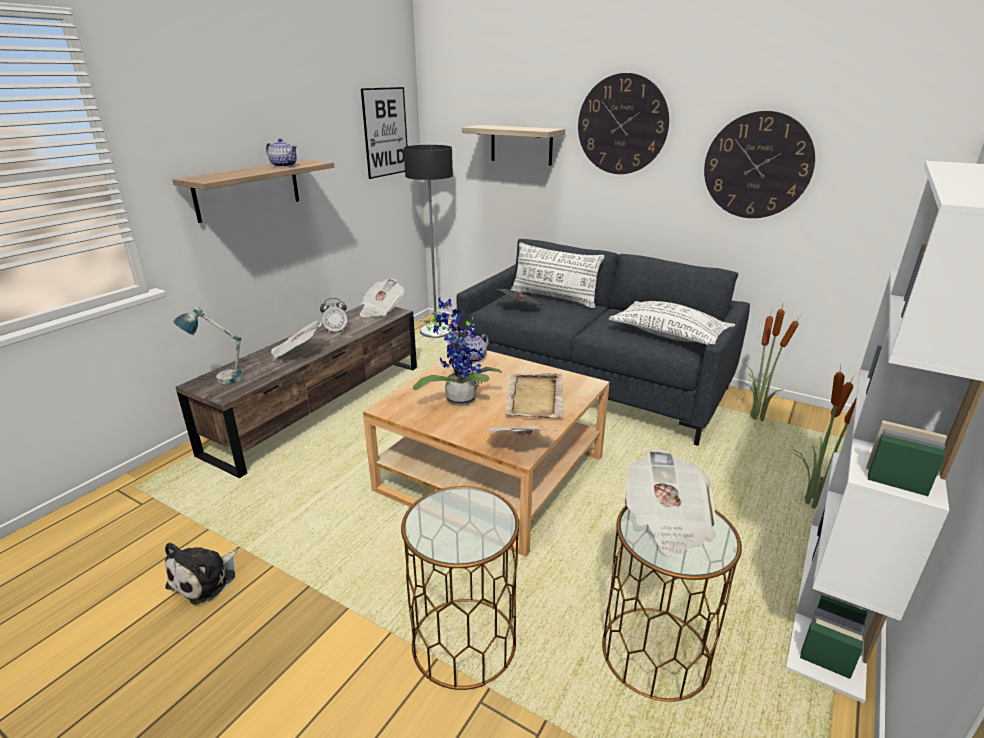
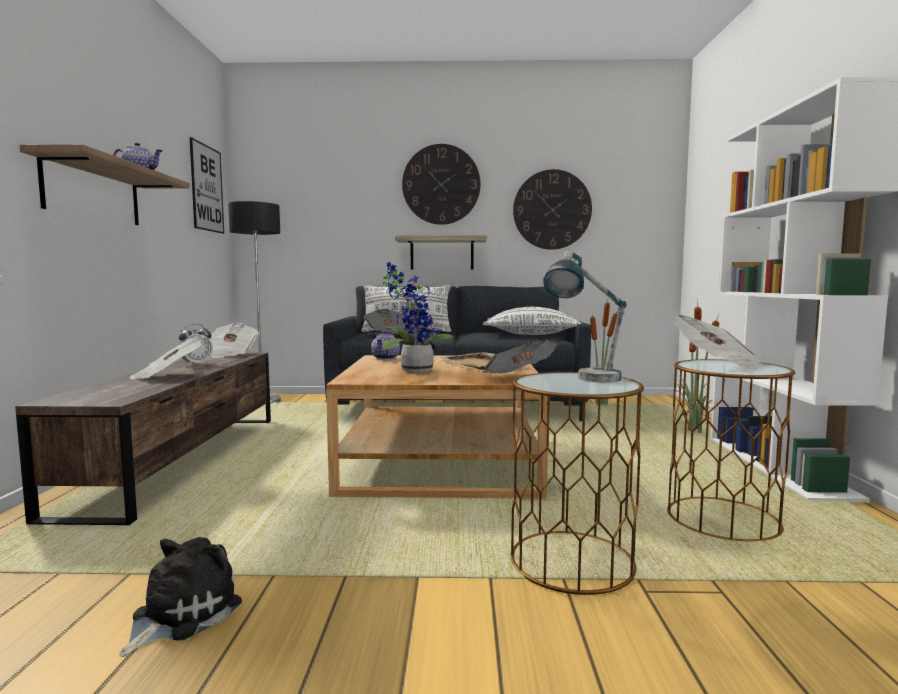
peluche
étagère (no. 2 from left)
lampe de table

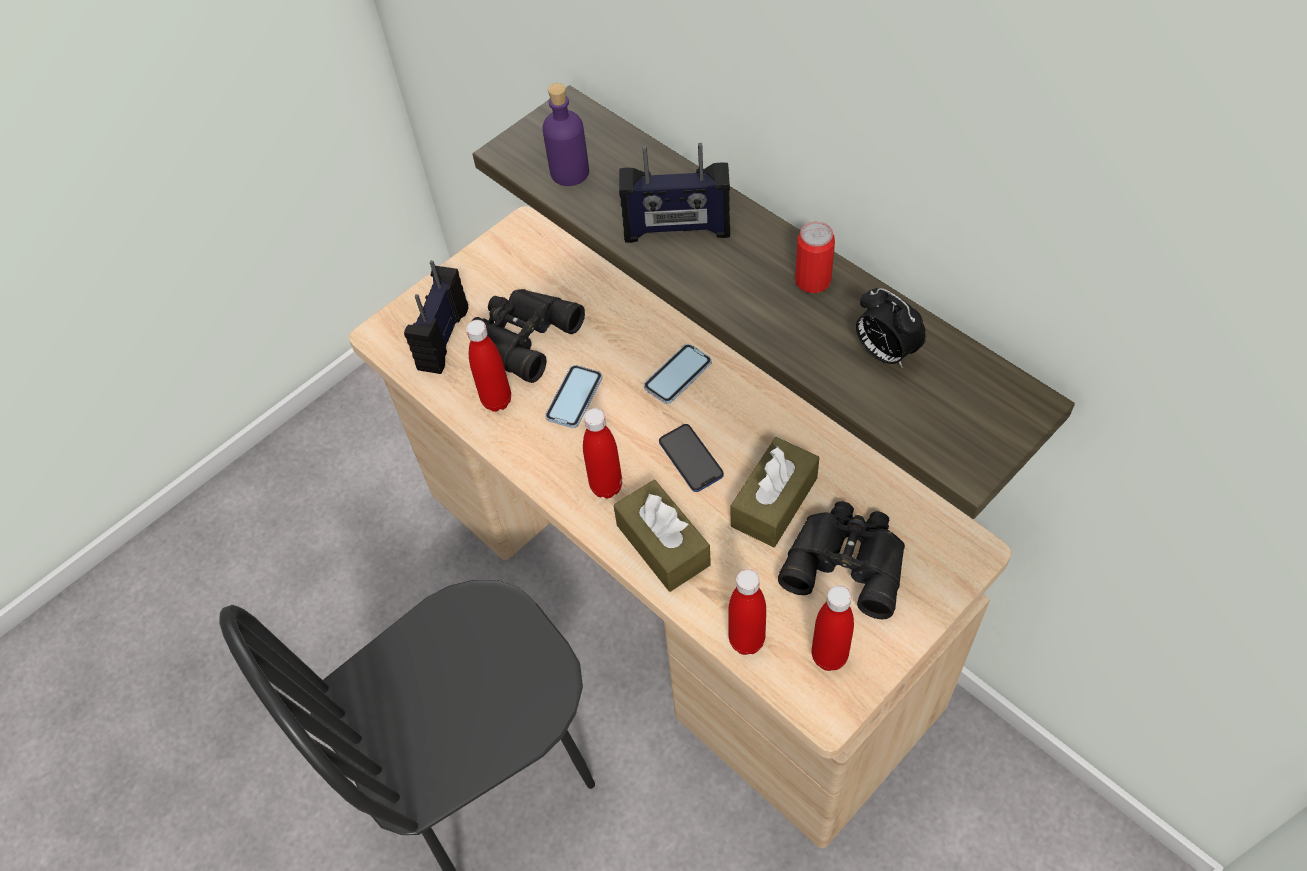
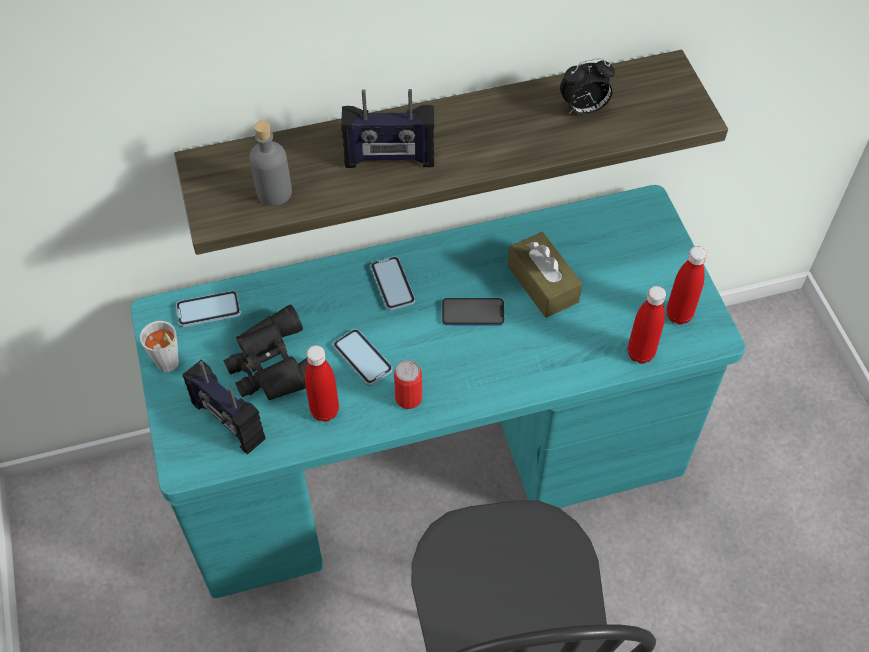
bureau/turquoise
tasse/gris
téléphone (no. 1 from left)
bouteille/gris
radio (no. 2 from left)
boîte métallique
bouteille/rouge (no. 2 from left in the first image)
boîte à mouchoirs/marron (no. 1 from left in the first image)
jumelles/noir (no. 2 from left in the first image)

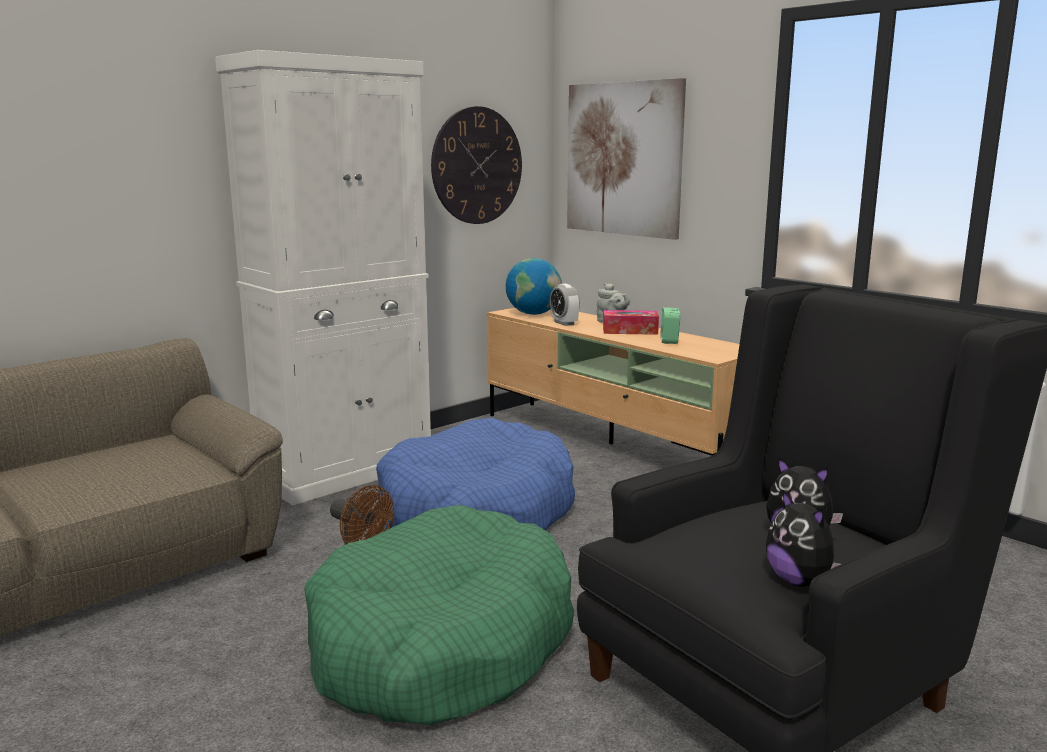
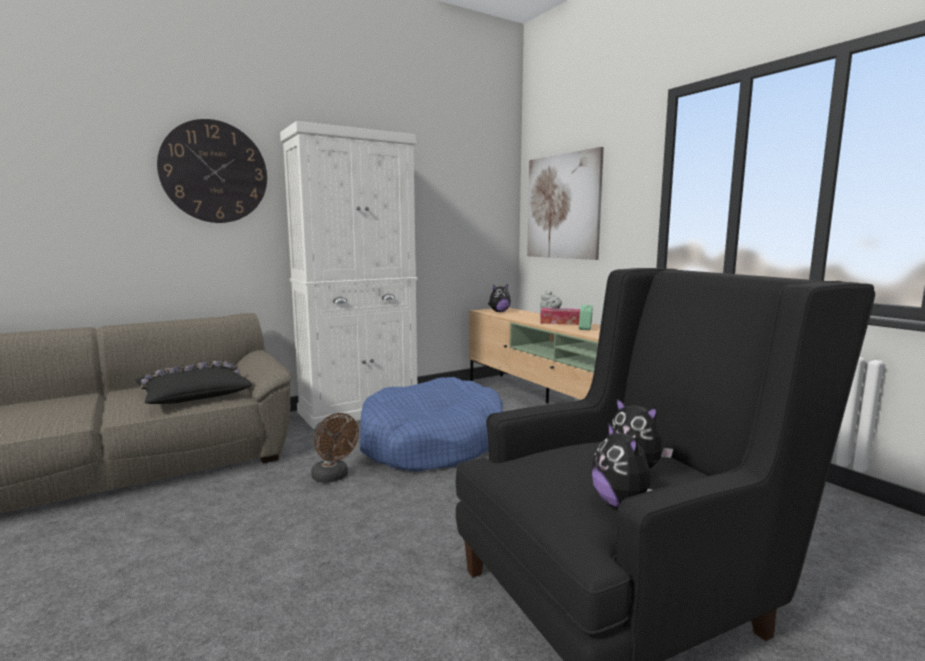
coussin/noir
horloge murale
peluche (no. 1 from left)
panier pour chien/vert
réveil (no. 1 from left in the first image)

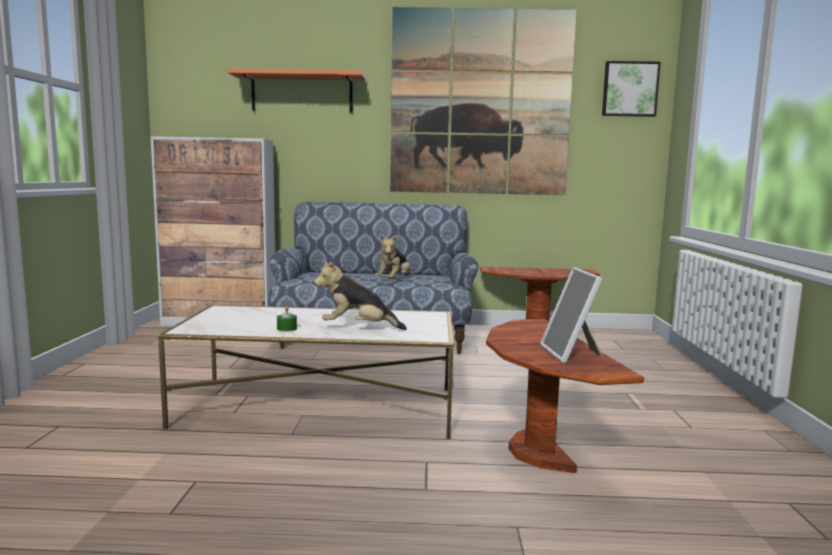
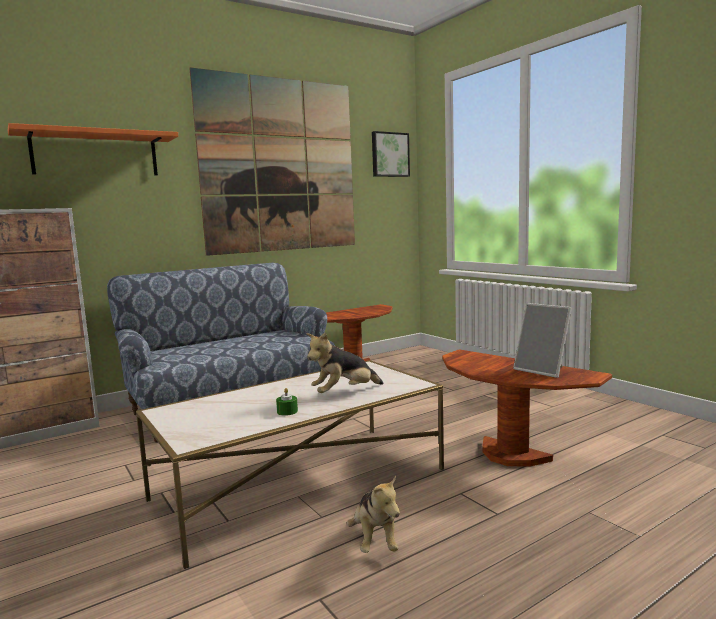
peluche (no. 2 from left)

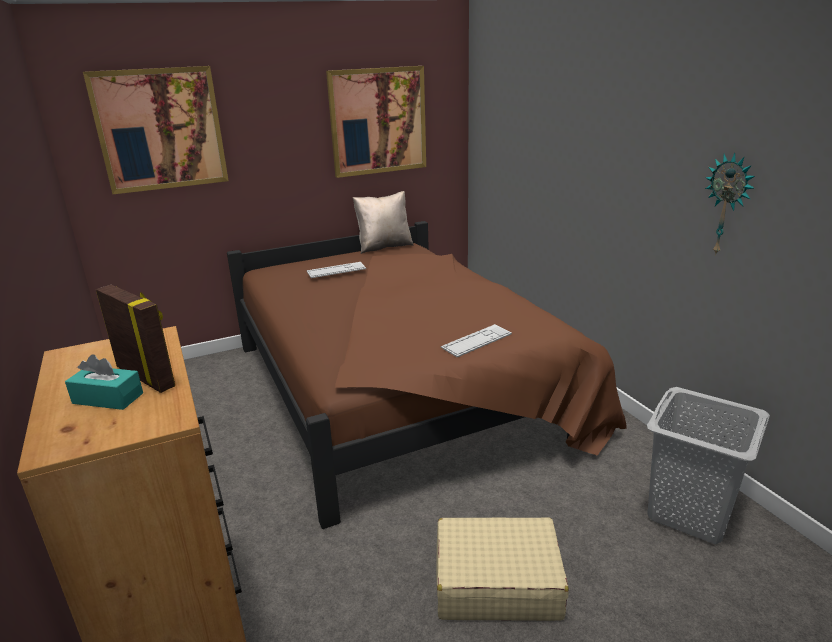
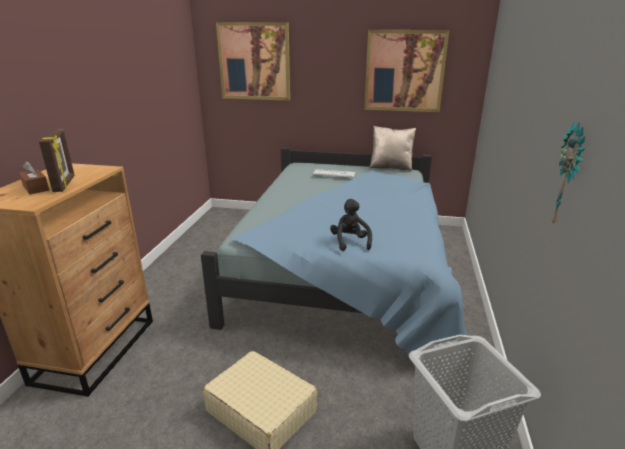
boîte à mouchoirs/marron
lit/bleu
peluche/noir

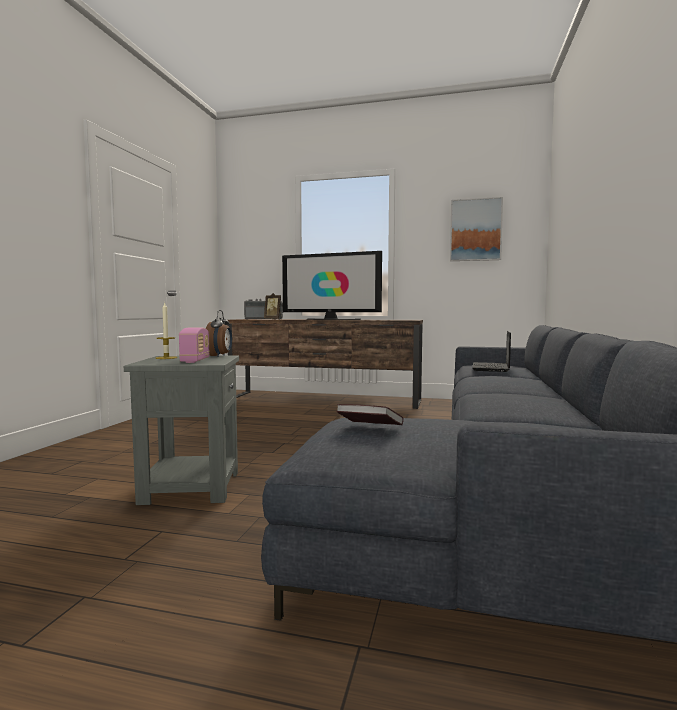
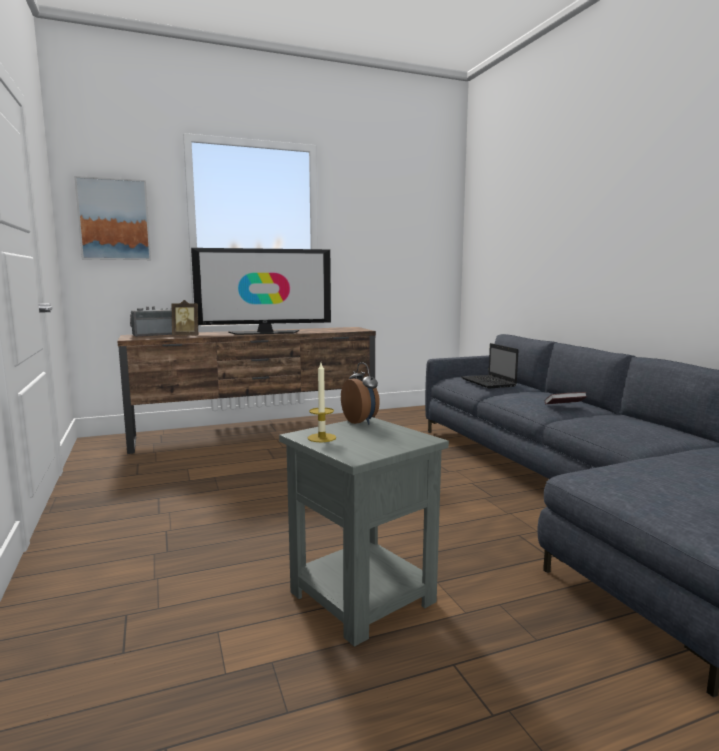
tableau
livre
radio (no. 1 from left in the first image)

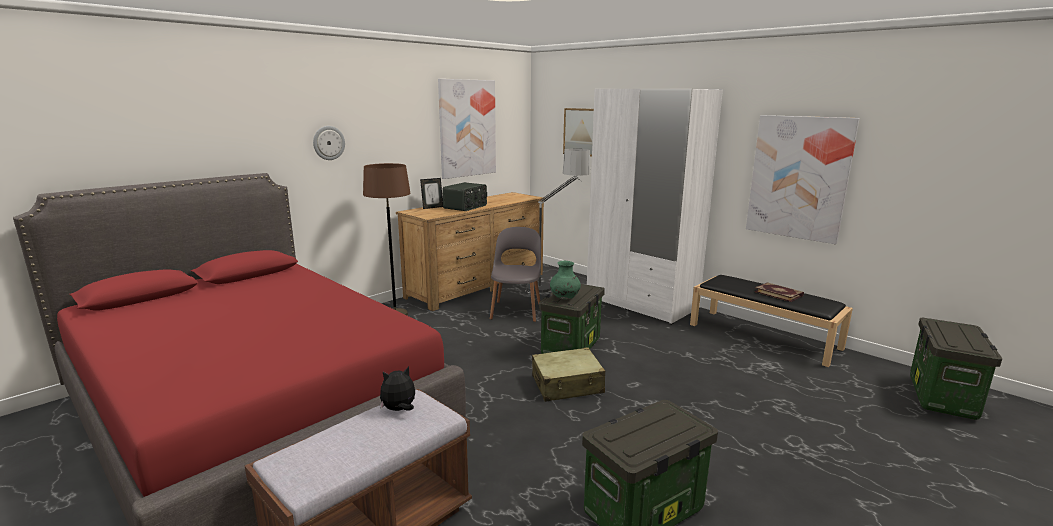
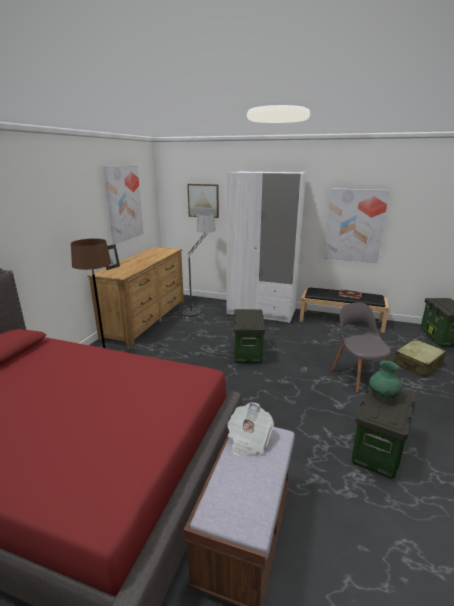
journal
chaise/gris
vase/vert
valise/beige
horloge murale
radio

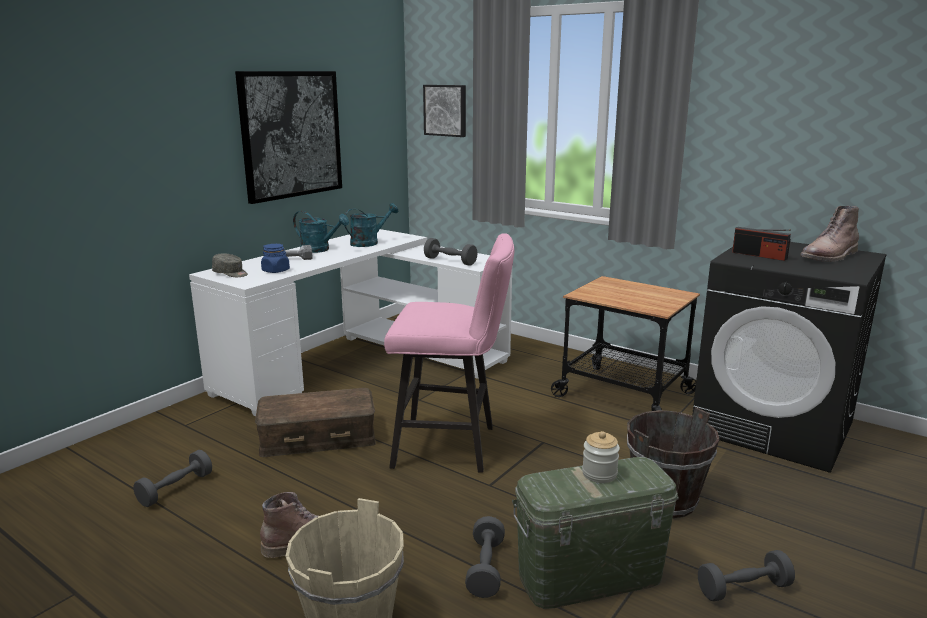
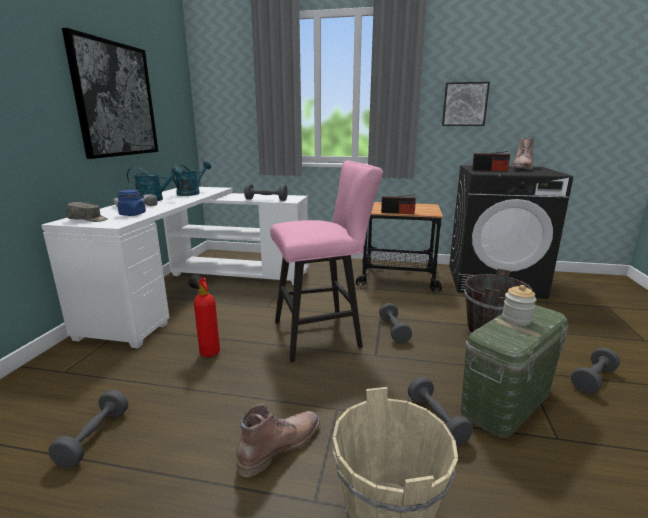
extincteur
haltère/gris (no. 3 from left)
radio (no. 1 from left)
tableau (no. 2 from left)

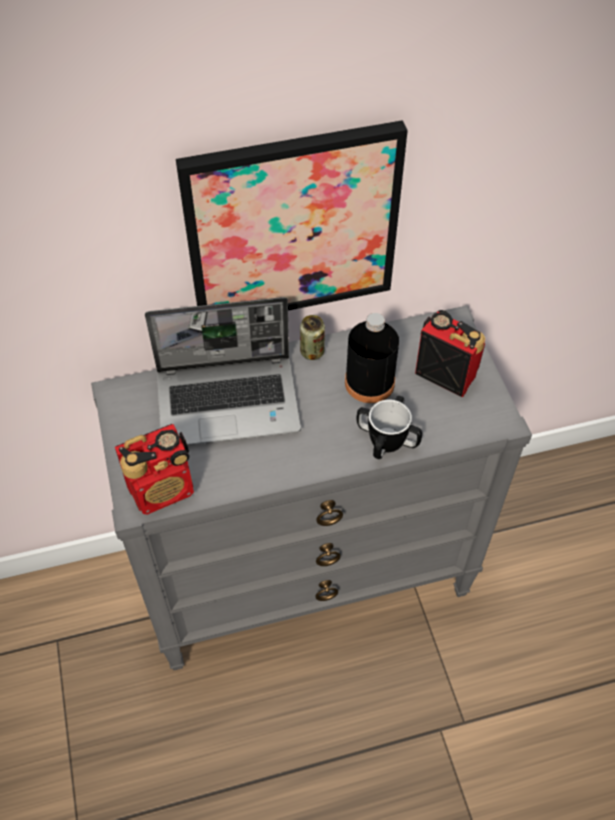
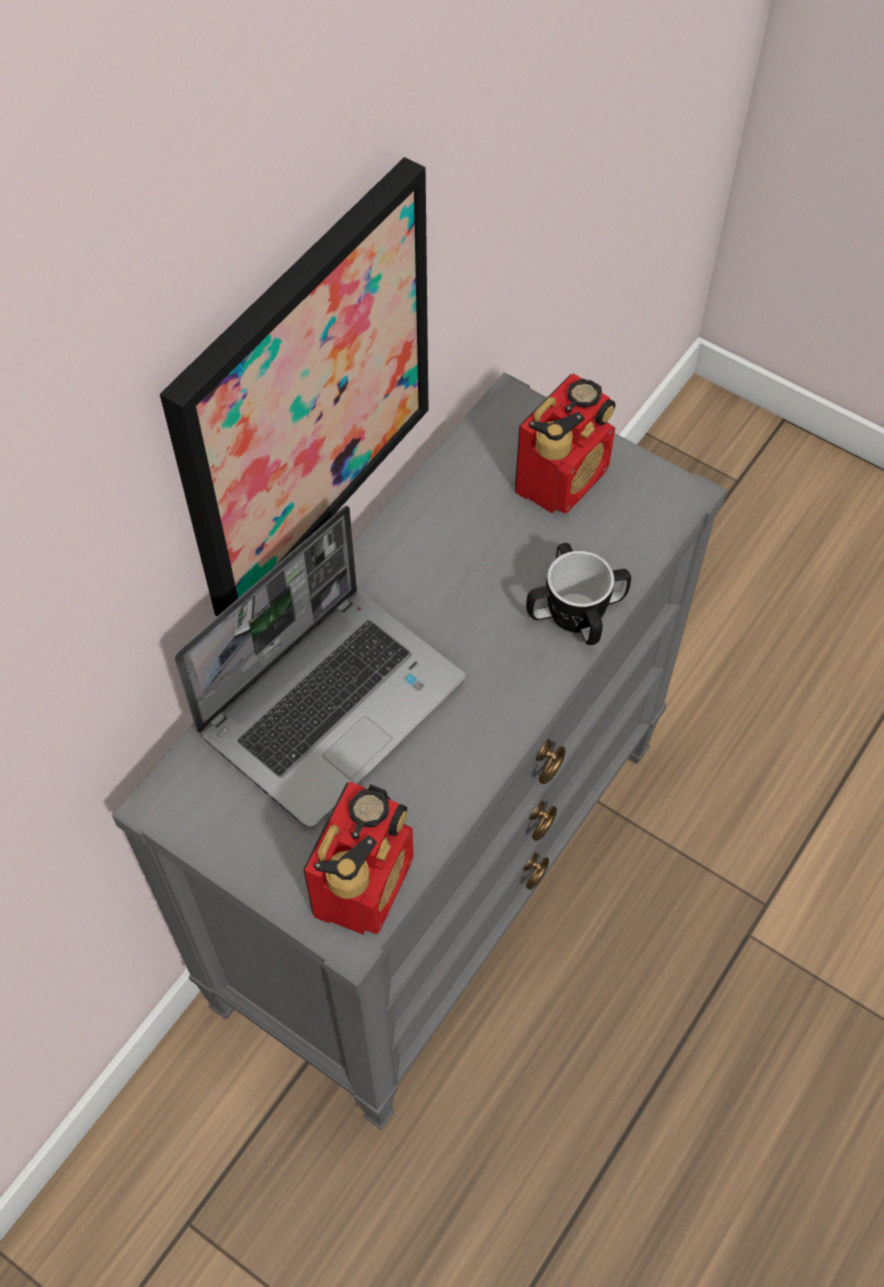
radio (no. 2 from left)
boîte métallique
bouteille/noir

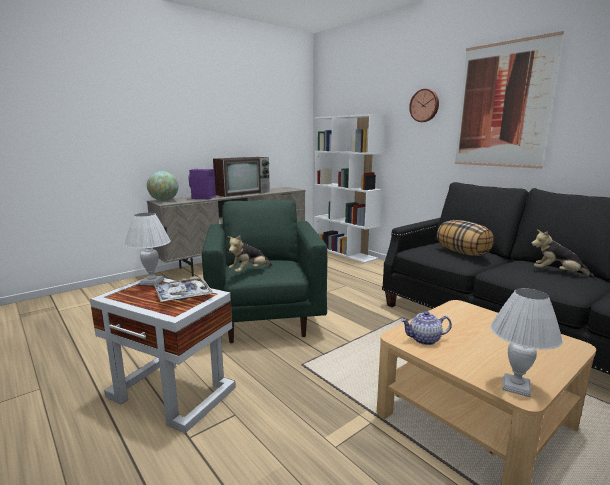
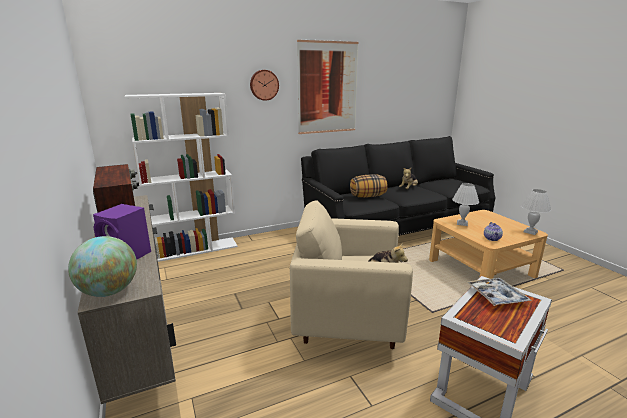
fauteuil/beige
lampe de table/blanc (no. 1 from left)

